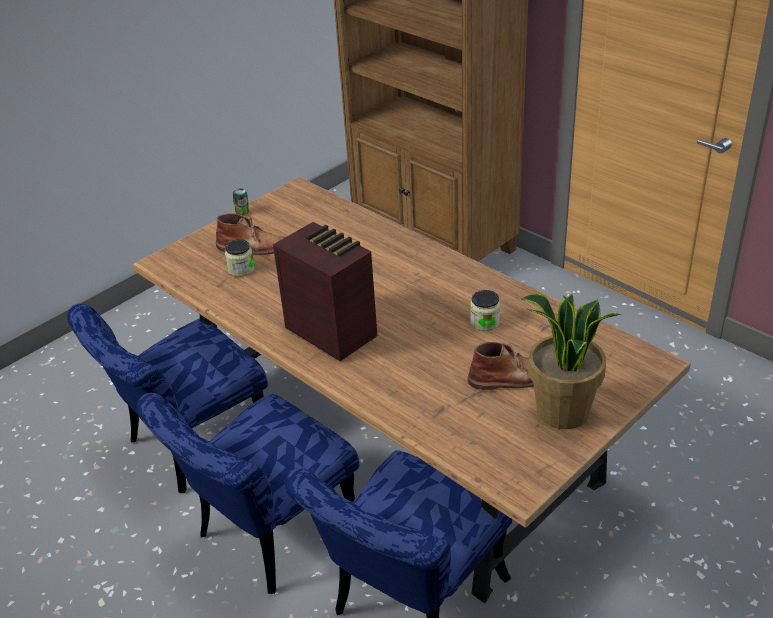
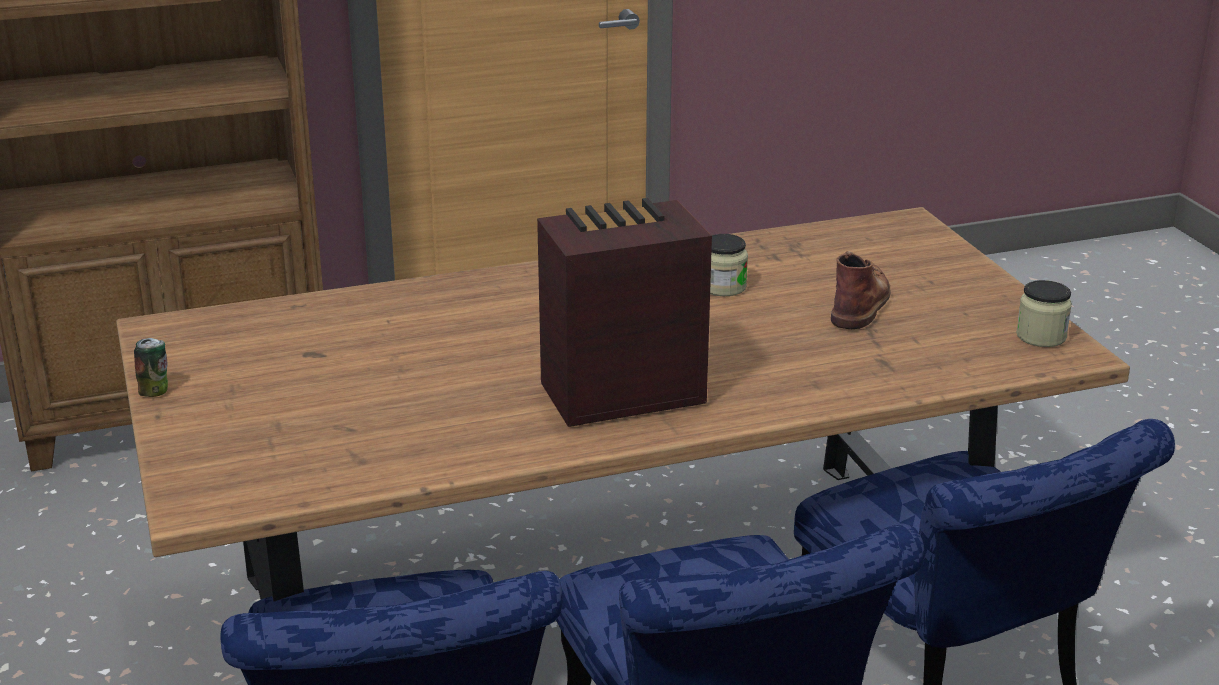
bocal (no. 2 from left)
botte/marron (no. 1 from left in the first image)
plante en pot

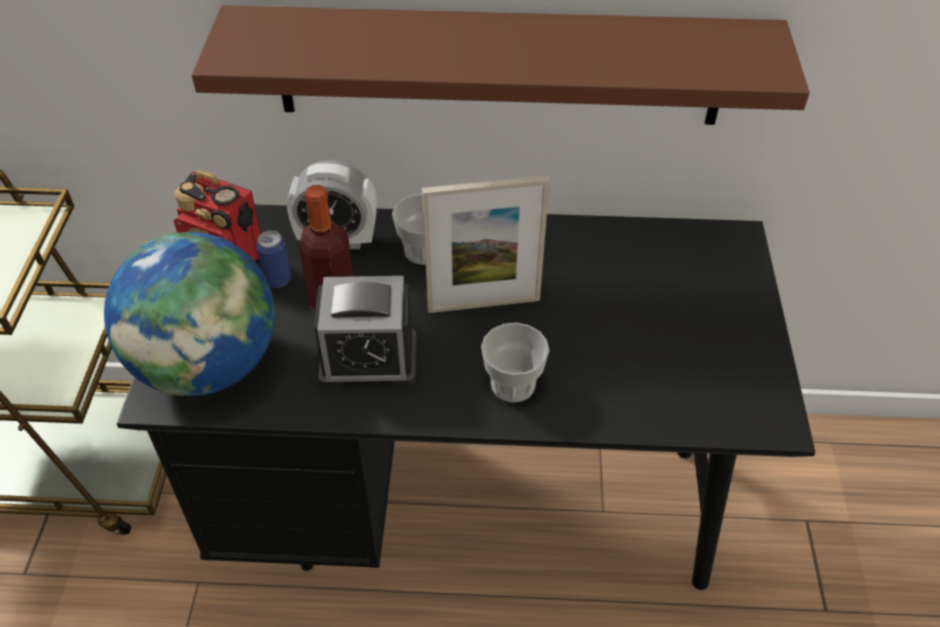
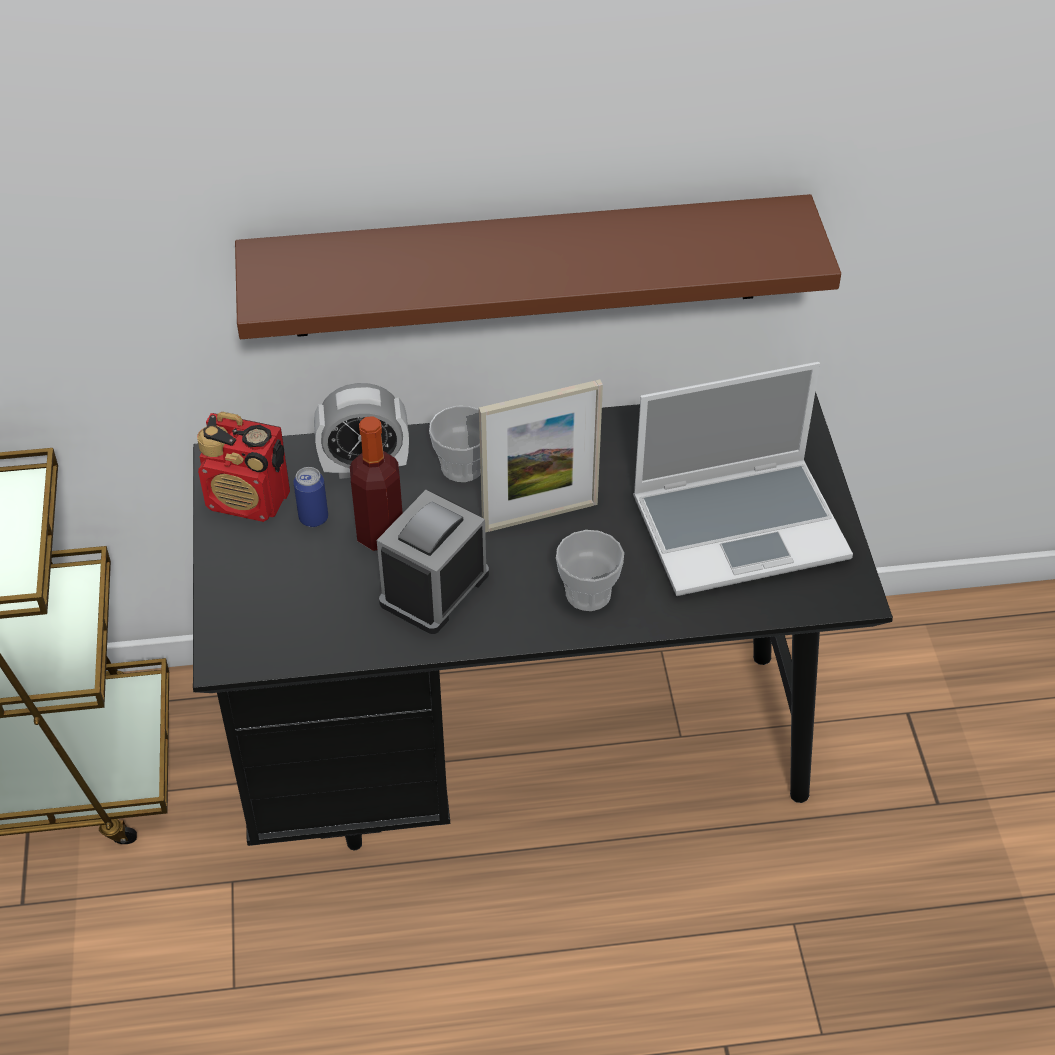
réveil (no. 2 from left)
ordinateur portable
globe

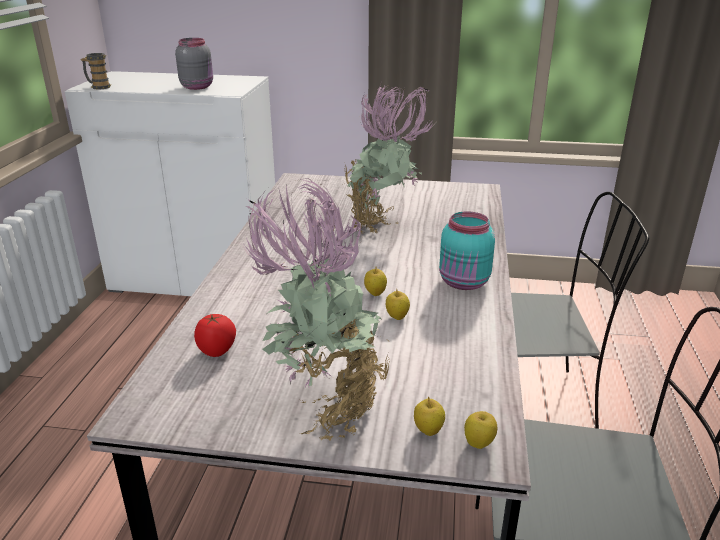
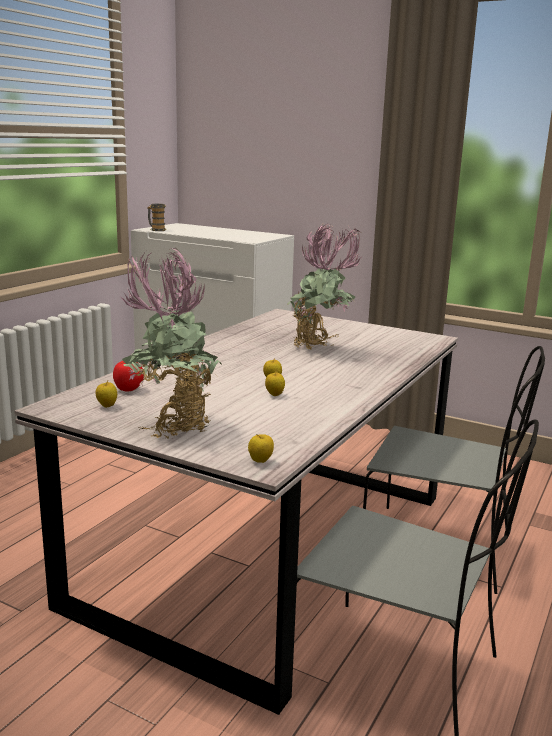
pomme (no. 1 from left)
bocal/gris
bocal/turquoise

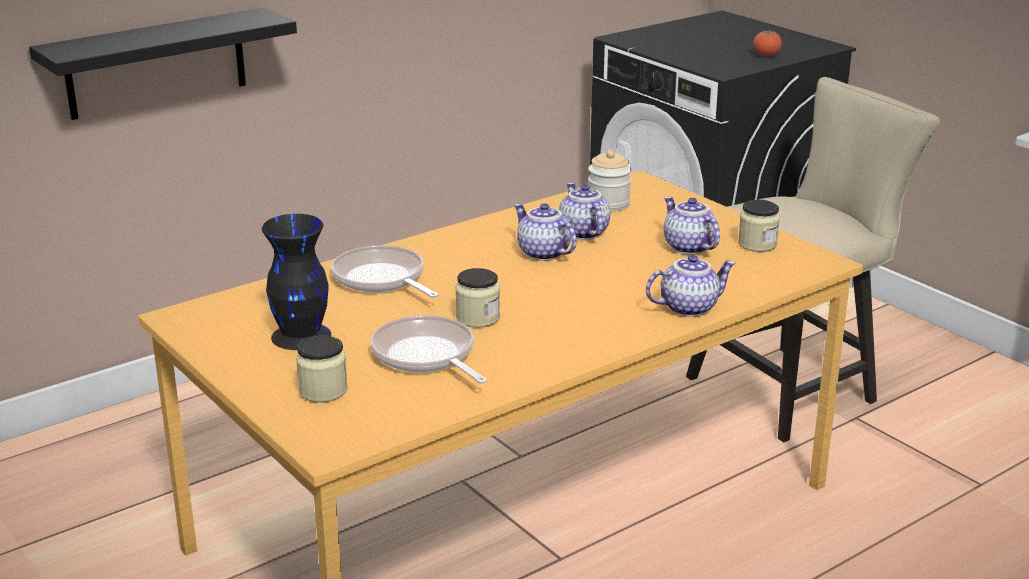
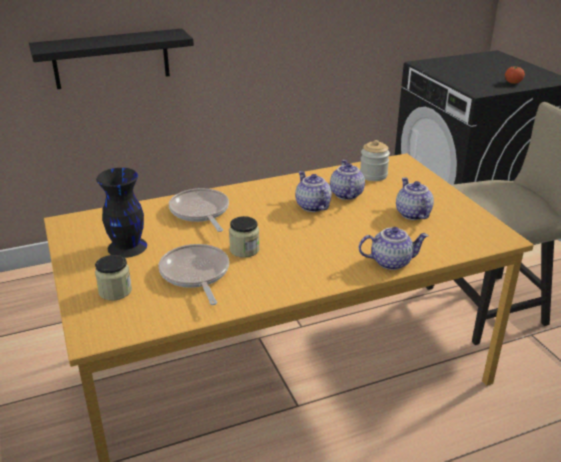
bocal (no. 4 from left in the first image)

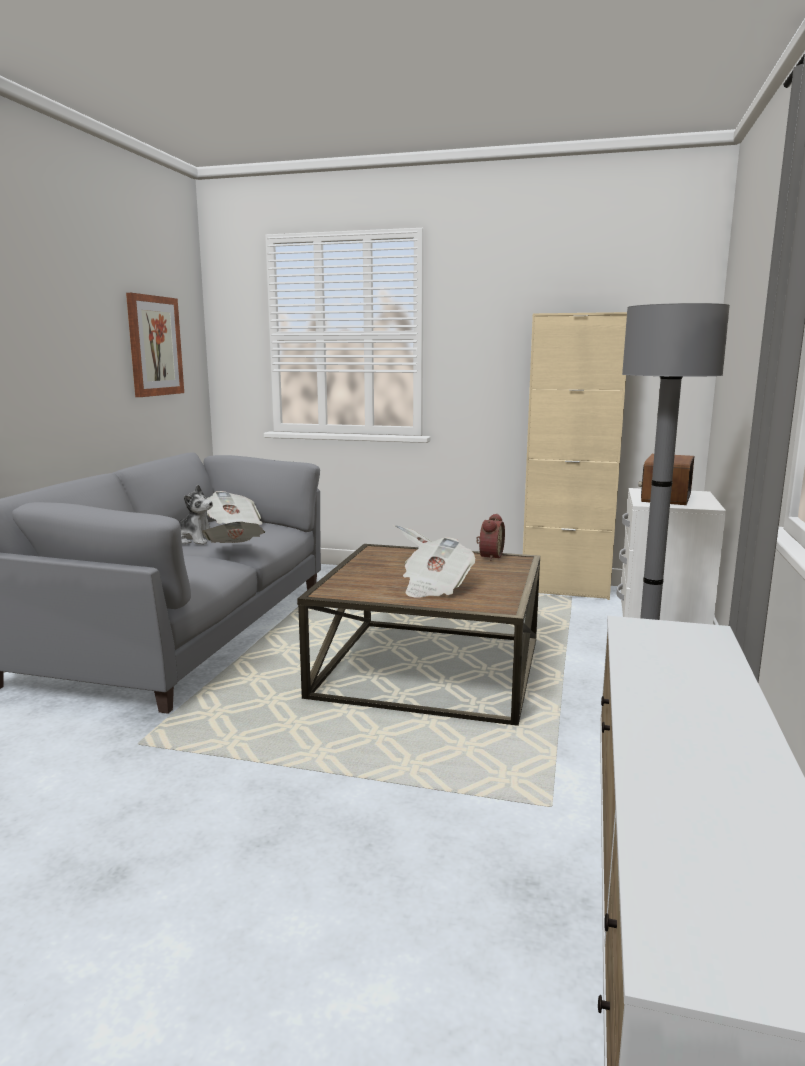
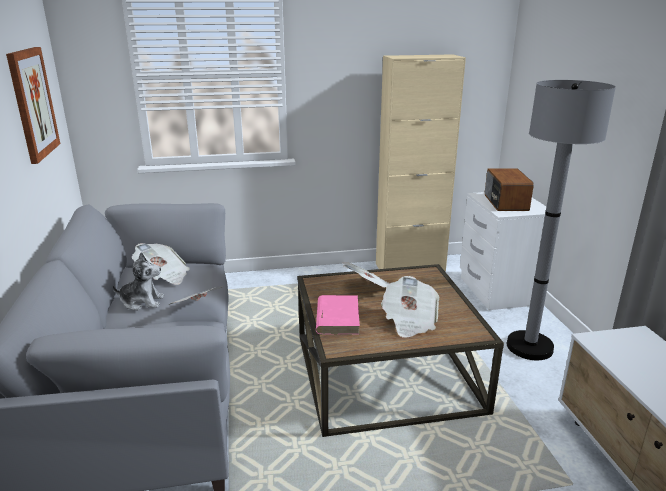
livre/rose
réveil

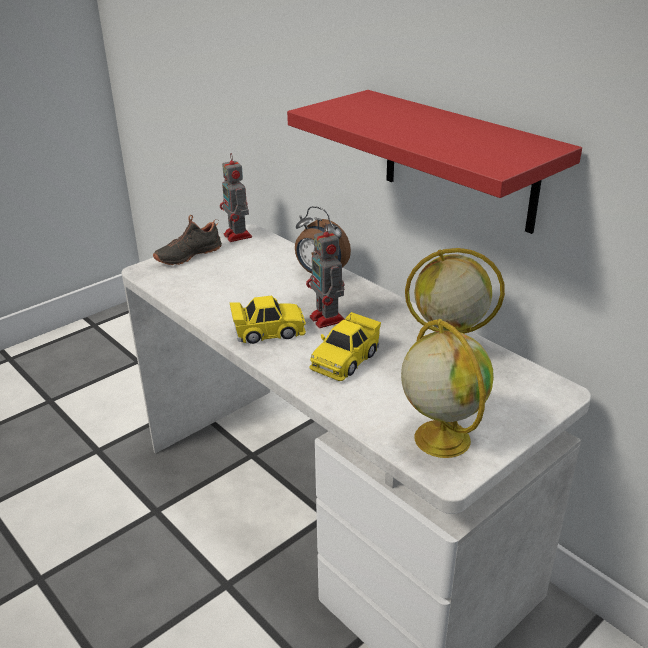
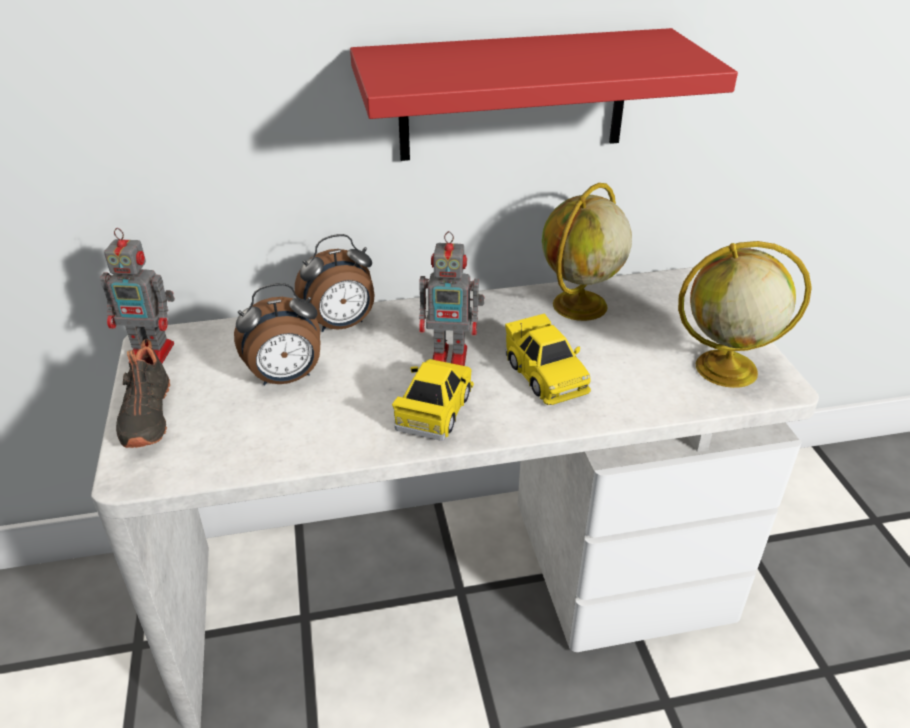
réveil (no. 1 from left)

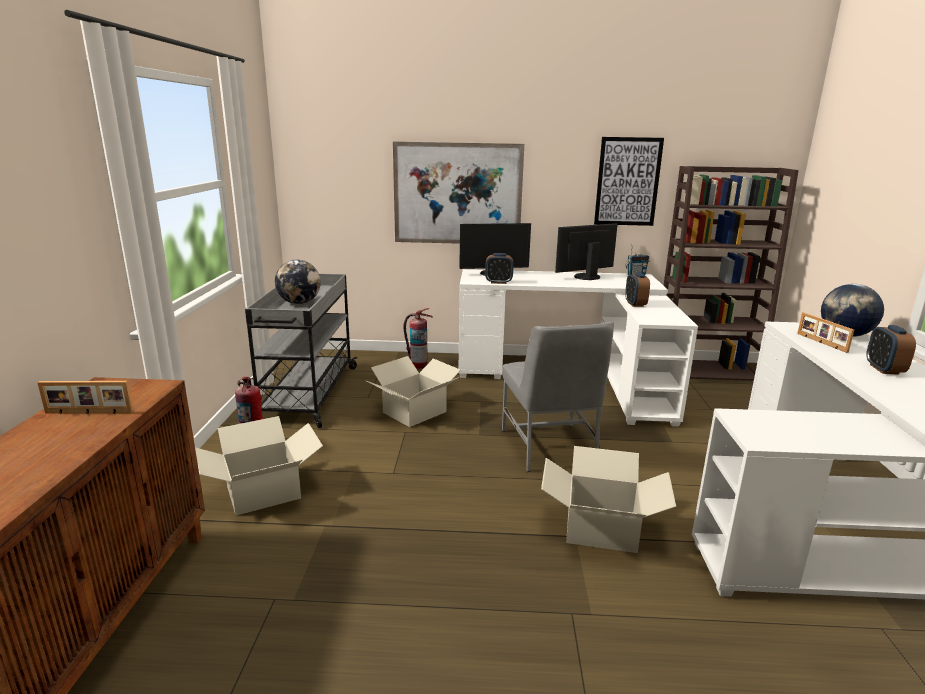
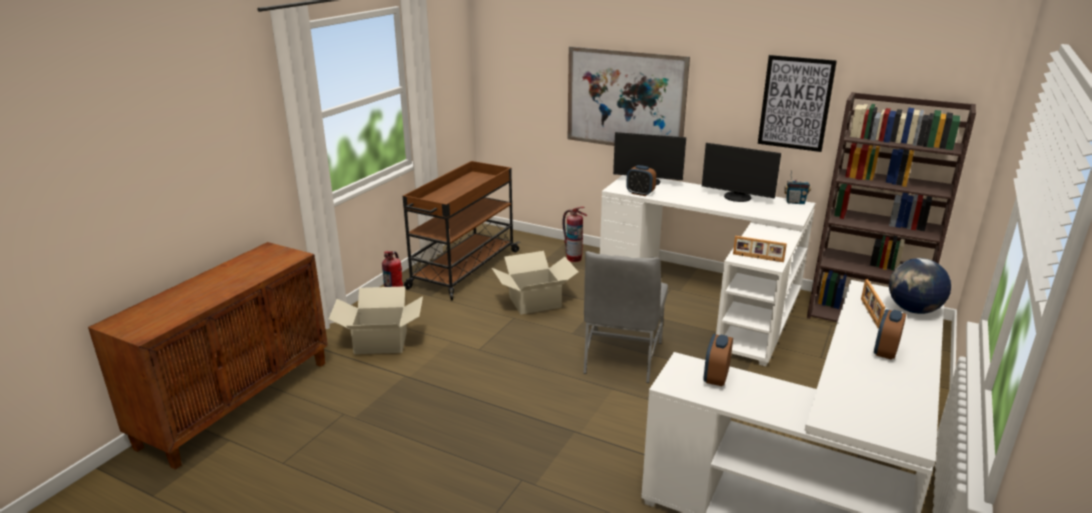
chariot/marron
écran d'ordinateur (no. 2 from left)
réveil (no. 2 from left)
cadre photo (no. 1 from left)
globe (no. 1 from left in the first image)
carton (no. 3 from left in the first image)

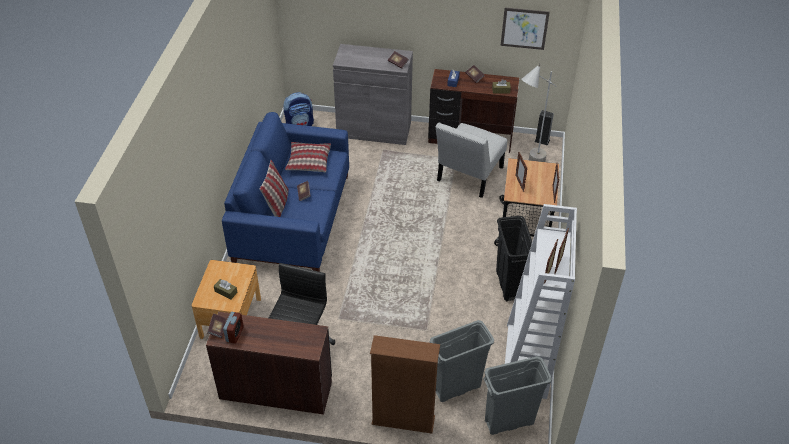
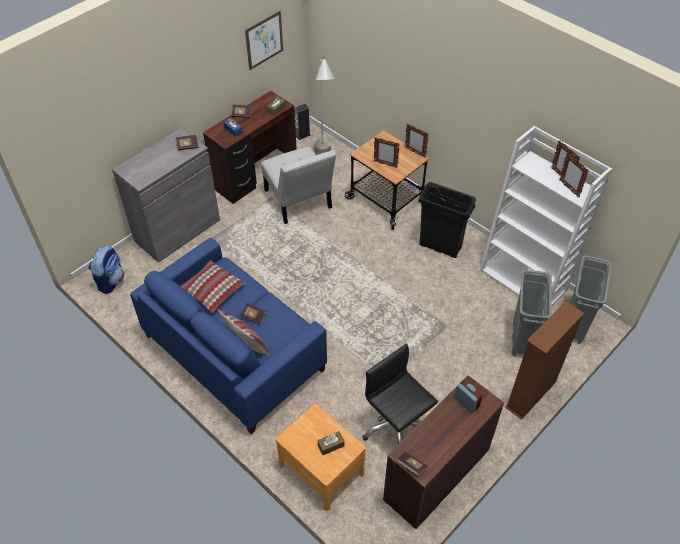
réveil

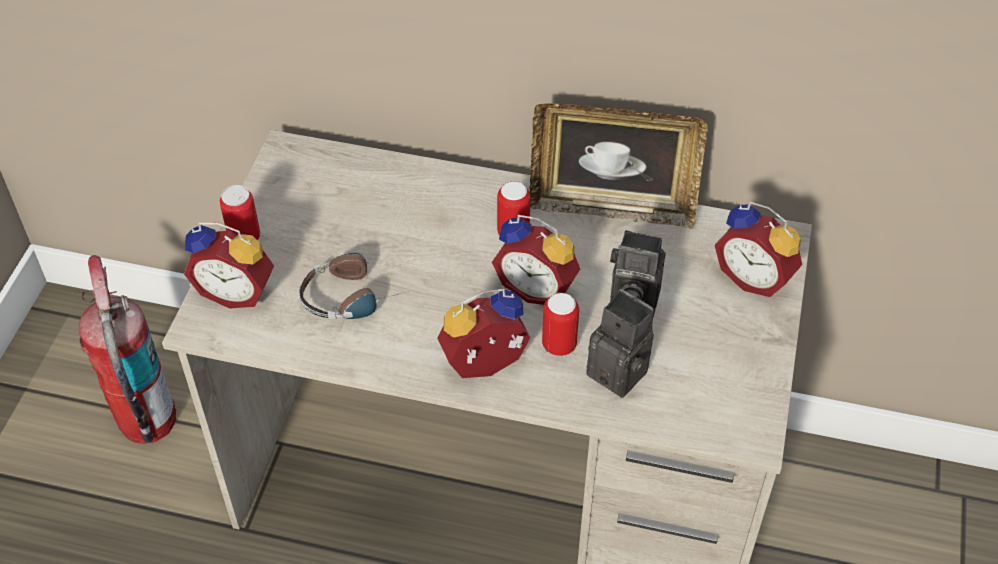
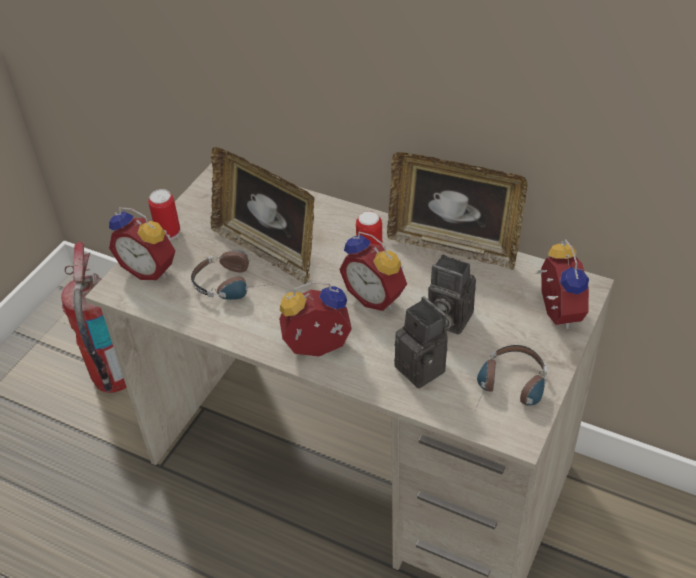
cadre photo (no. 1 from left)
casque audio (no. 2 from left)
réveil (no. 4 from left)
boîte métallique (no. 3 from left in the first image)

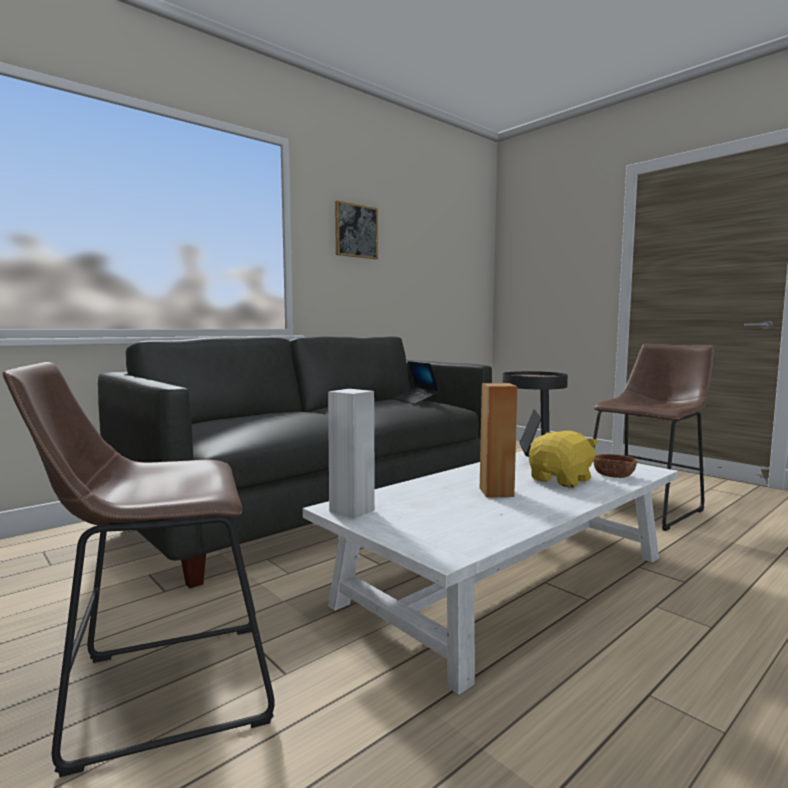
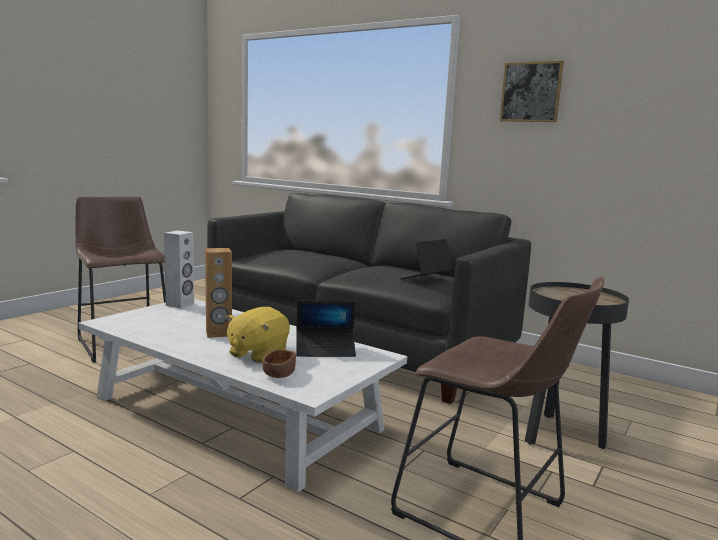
peluche/jaune

